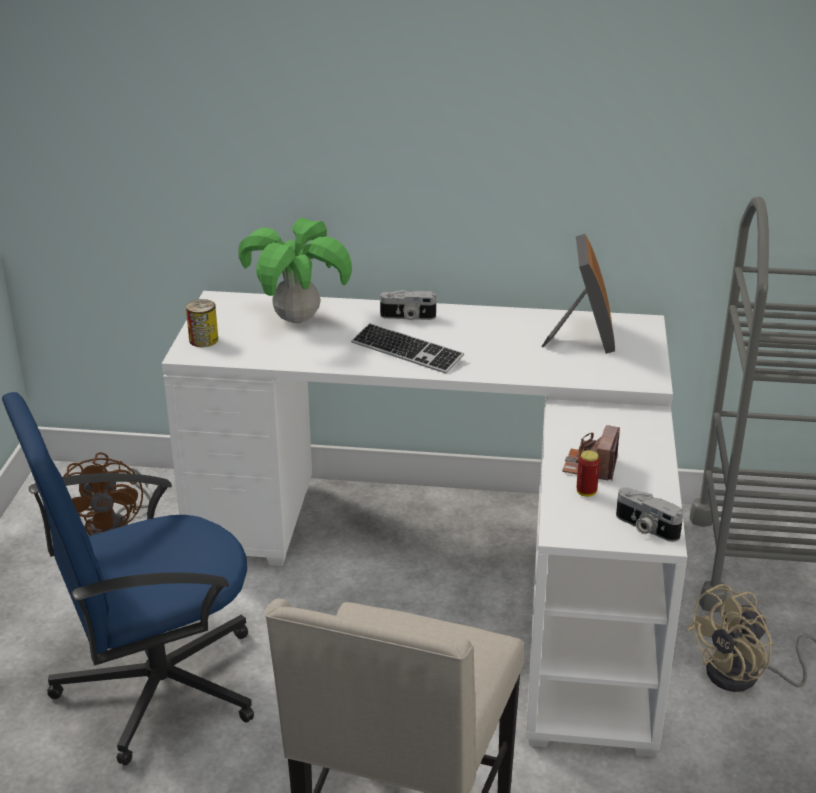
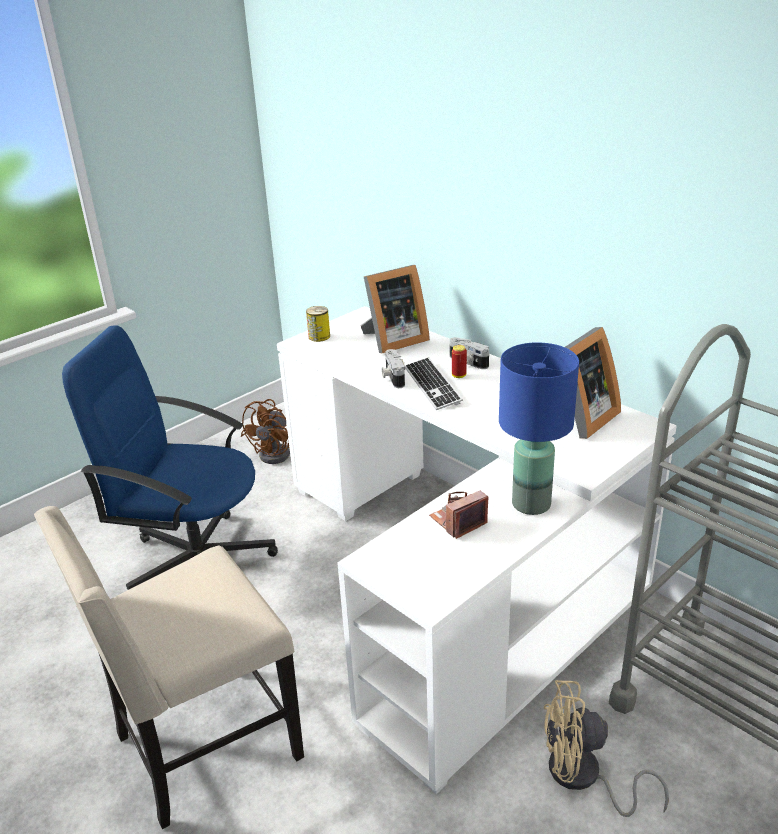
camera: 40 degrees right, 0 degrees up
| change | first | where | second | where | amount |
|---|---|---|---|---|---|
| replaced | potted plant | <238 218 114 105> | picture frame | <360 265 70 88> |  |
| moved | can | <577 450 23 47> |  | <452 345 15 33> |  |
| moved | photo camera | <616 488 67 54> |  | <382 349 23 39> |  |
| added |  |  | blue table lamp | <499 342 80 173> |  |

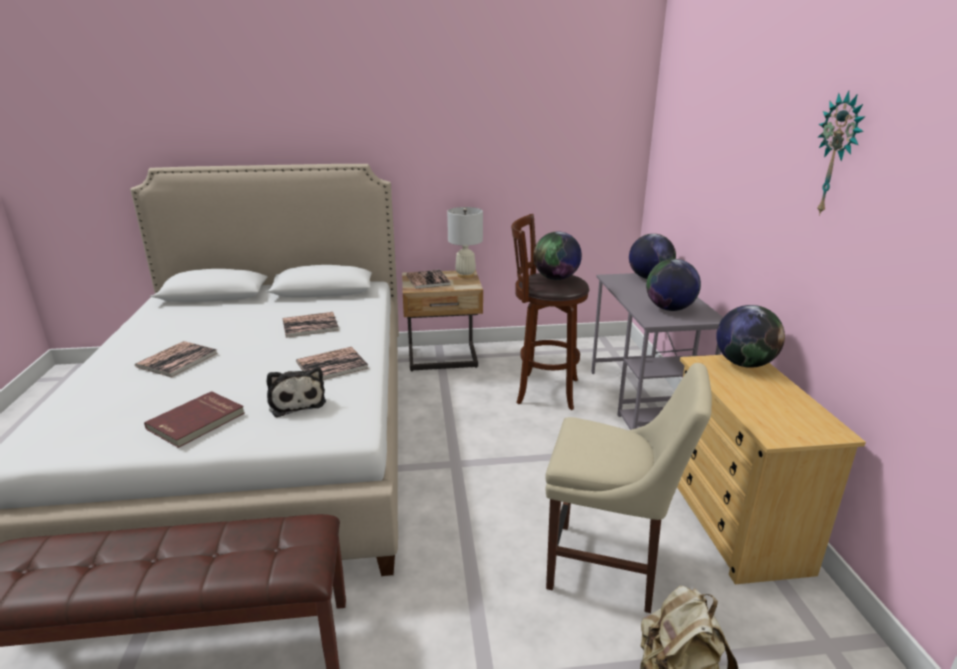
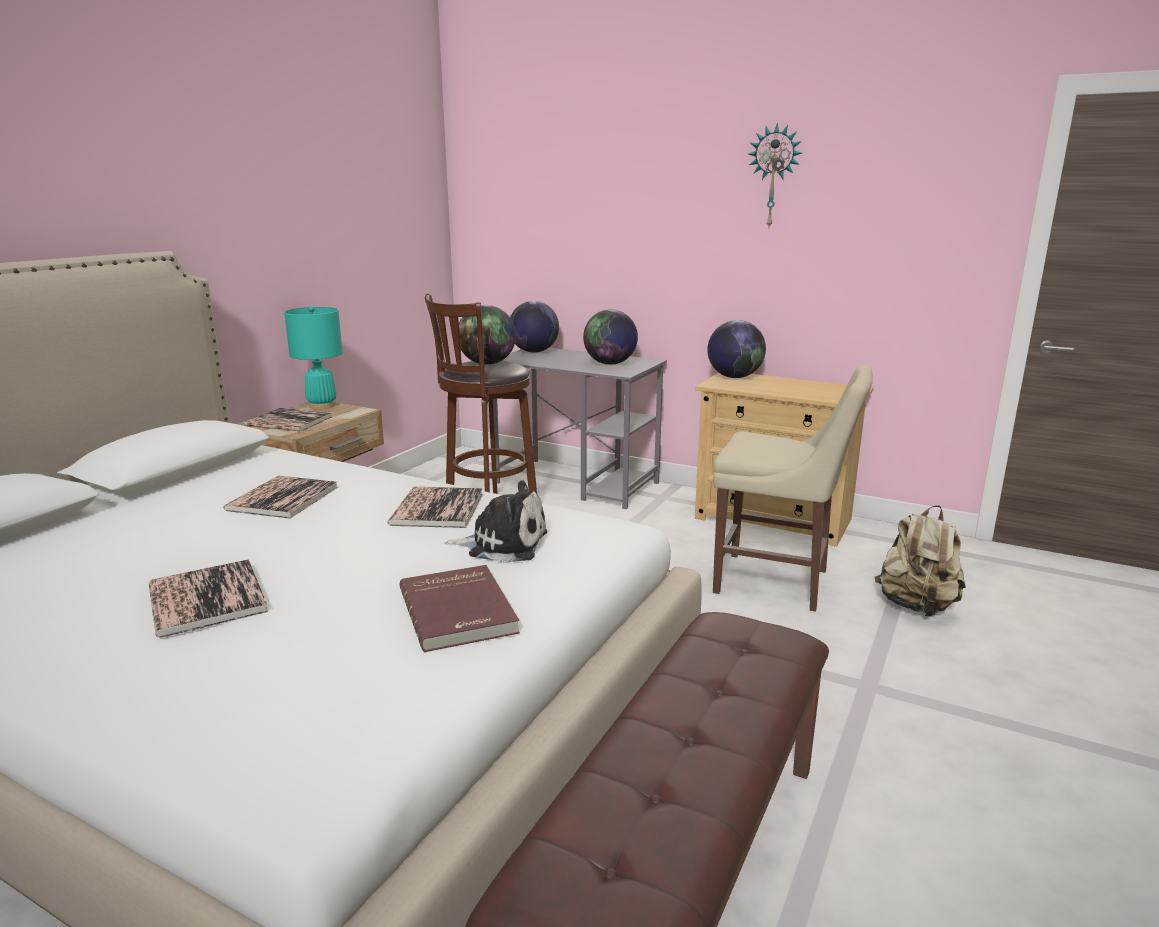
camera: 55 degrees left, 5 degrees down
| change | first | where | second | where | amount |
|---|---|---|---|---|---|
| recoloured | white table lamp | <447 207 36 71> | turquoise table lamp | <284 306 59 103> |  |
| turned | beige chair | <545 363 167 250> |  | <713 365 160 247> | 60 degrees clockwise |

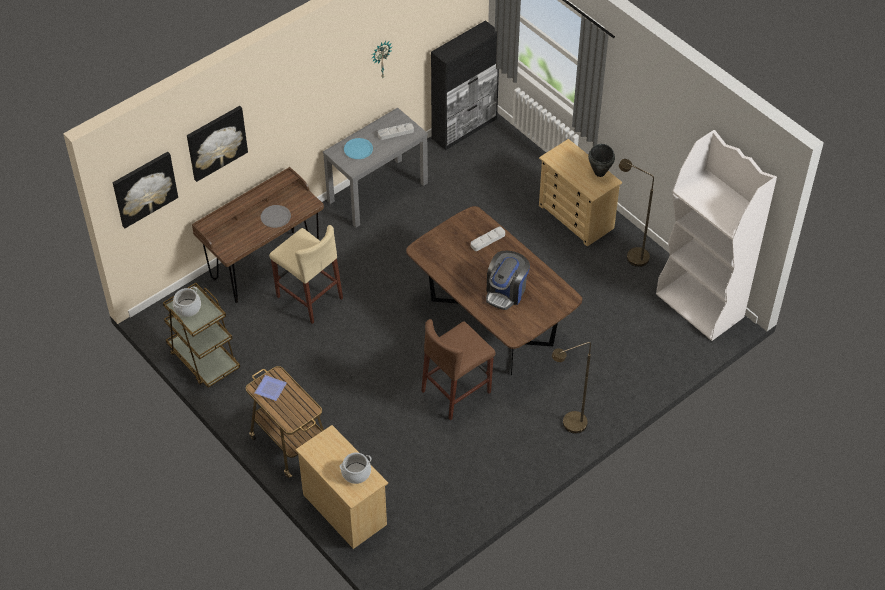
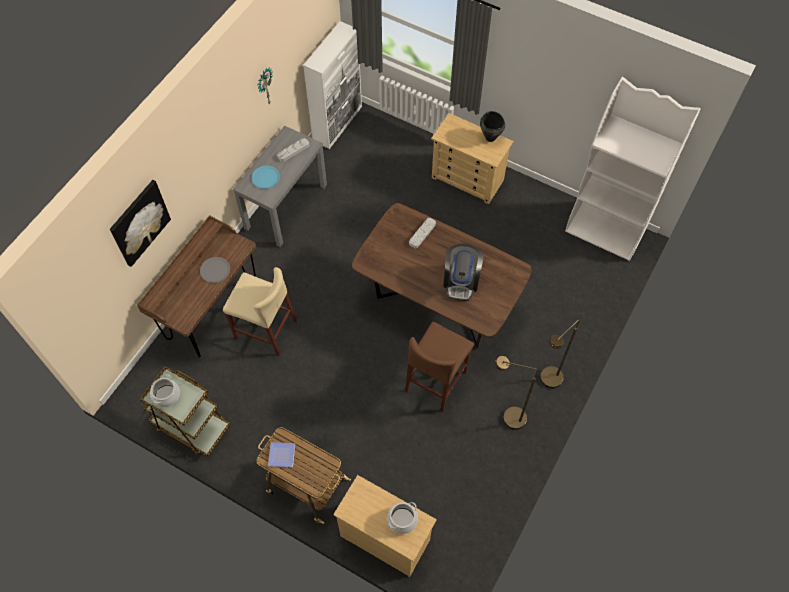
camera: 20 degrees left, 10 degrees up
| change | first | where | second | where | amount |
|---|---|---|---|---|---|
| recoloured | black cabinet | <431 20 68 130> | white cabinet | <303 21 59 128> |  |
| removed | picture | <113 152 65 76> |  |  |  |
| moved | brown floor lamp | <619 159 35 108> |  | <495 356 43 74> |  |

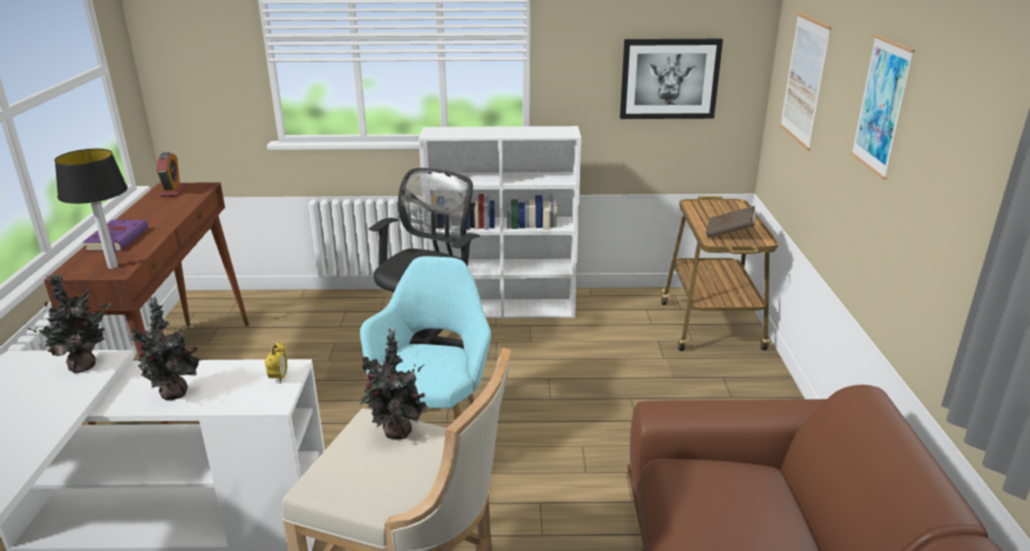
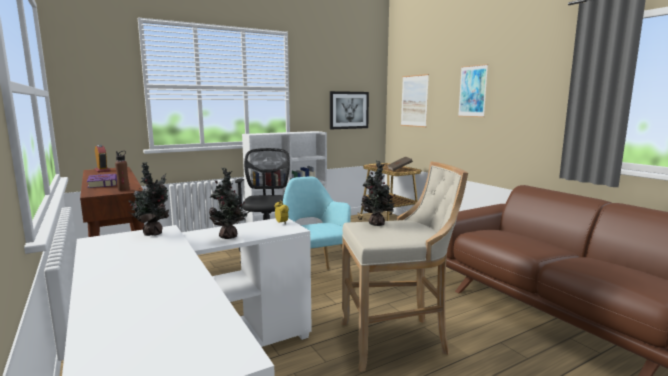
camera: 30 degrees left, 15 degrees down
| change | first | where | second | where | amount |
|---|---|---|---|---|---|
| replaced | table lamp | <55 149 73 120> | brown bottle | <115 151 15 40> |  |

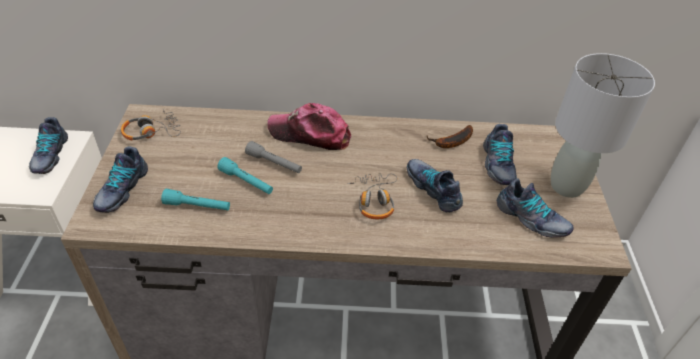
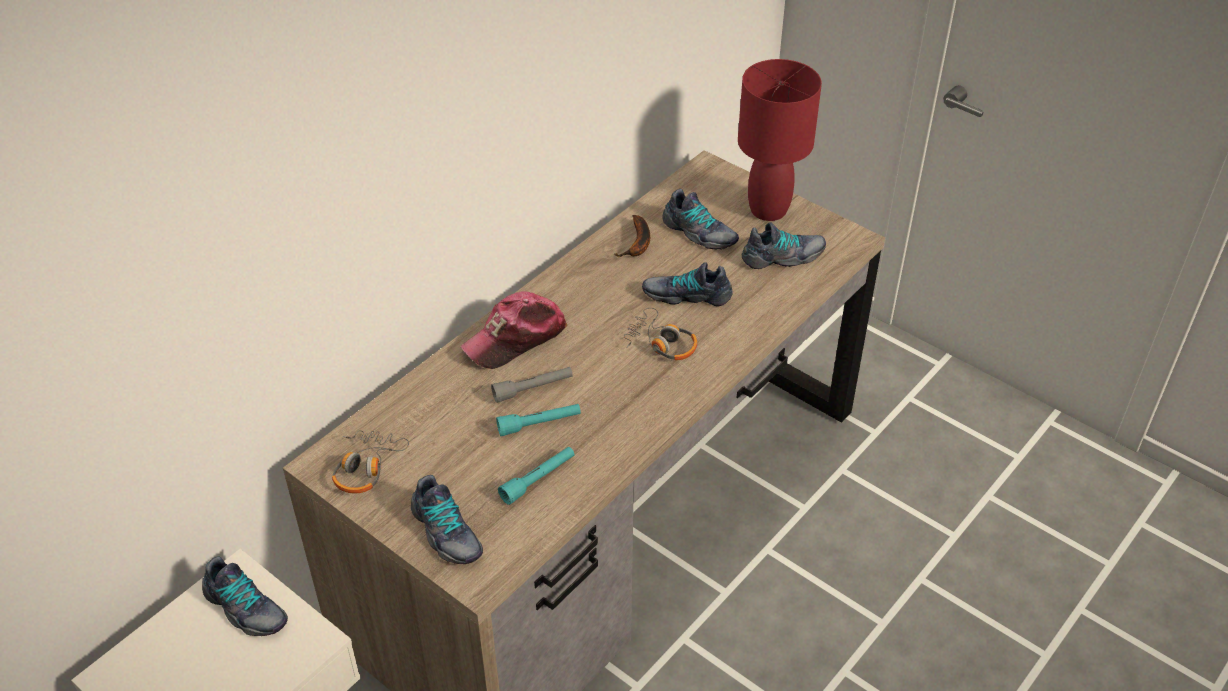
camera: 50 degrees left, 0 degrees up
| change | first | where | second | where | amount |
|---|---|---|---|---|---|
| recoloured | grey table lamp | <551 53 104 145> | red table lamp | <738 59 84 162> |  |

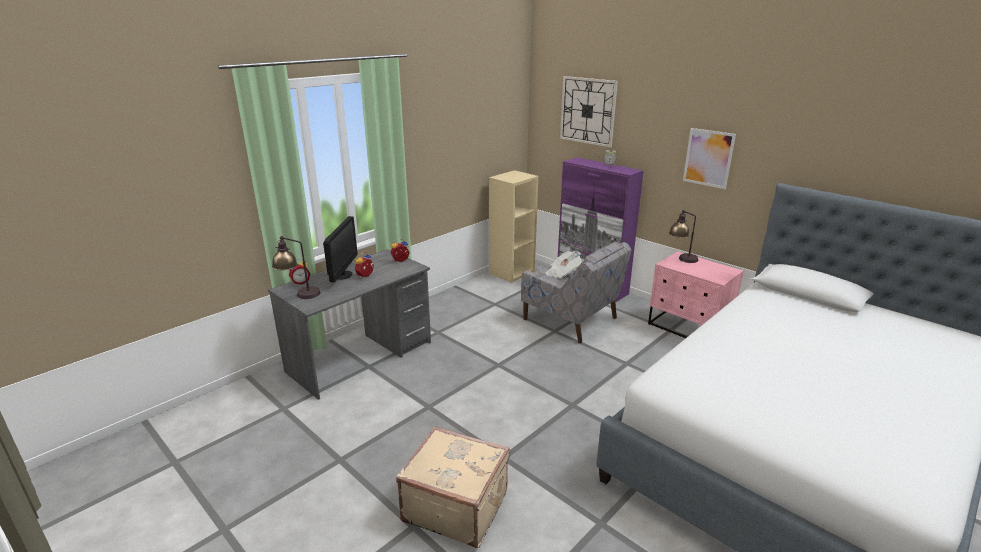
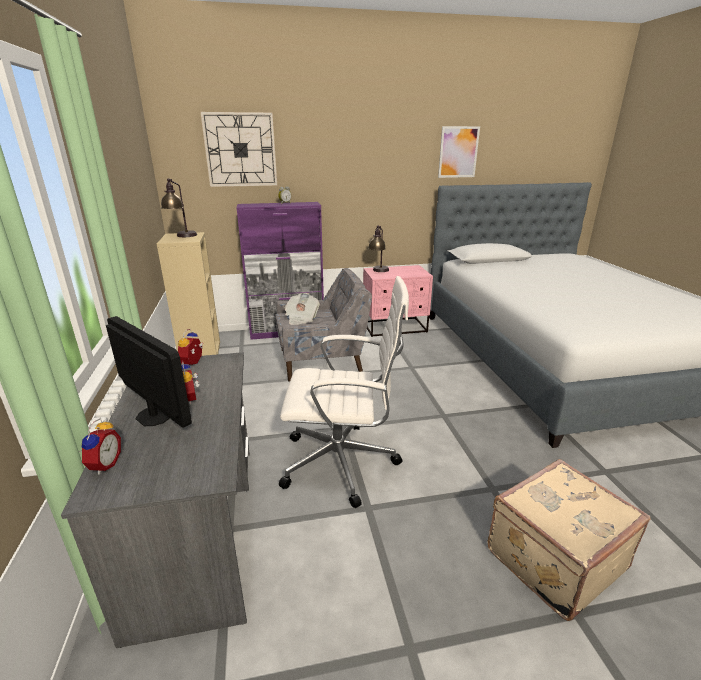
camera: 55 degrees left, 0 degrees up
| change | first | where | second | where | amount |
|---|---|---|---|---|---|
| moved | picture | <683 128 53 61> |  | <438 126 42 52> |  |
| moved | table lamp | <272 236 49 63> |  | <161 178 36 59> |  |
| added |  |  | white office chair | <279 276 130 232> |  |

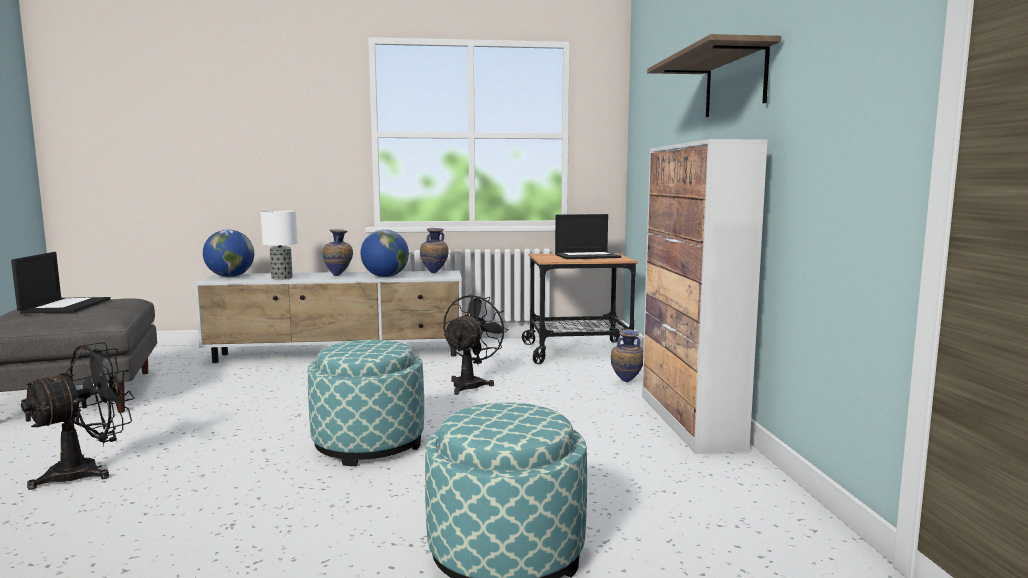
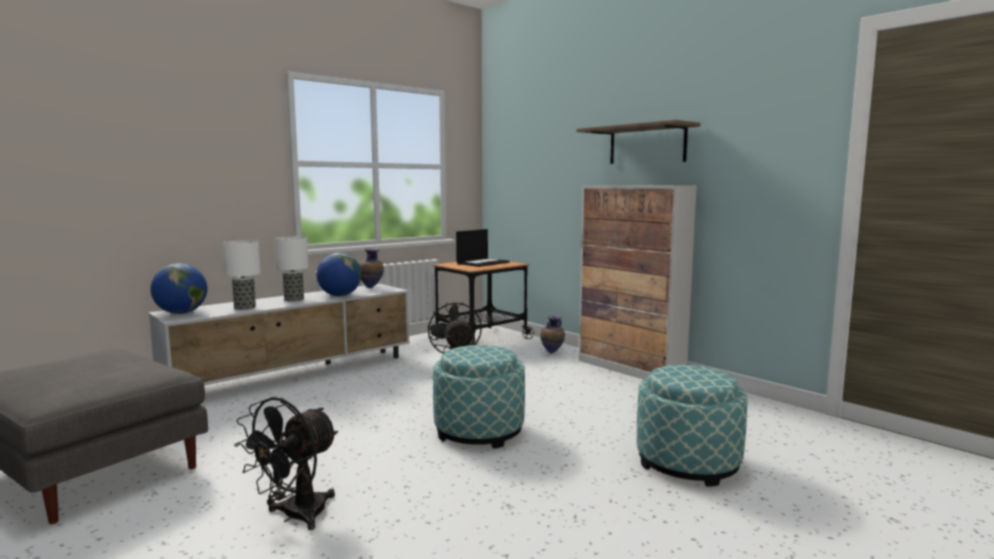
camera: 35 degrees left, 0 degrees up
| change | first | where | second | where | amount |
|---|---|---|---|---|---|
| replaced | vase | <323 229 30 47> | table lamp | <274 237 35 65> |  |
| removed | laptop | <11 252 100 61> |  |  |  |
| turned | black fan | <21 342 113 148> |  | <234 397 104 133> | 150 degrees counterclockwise |

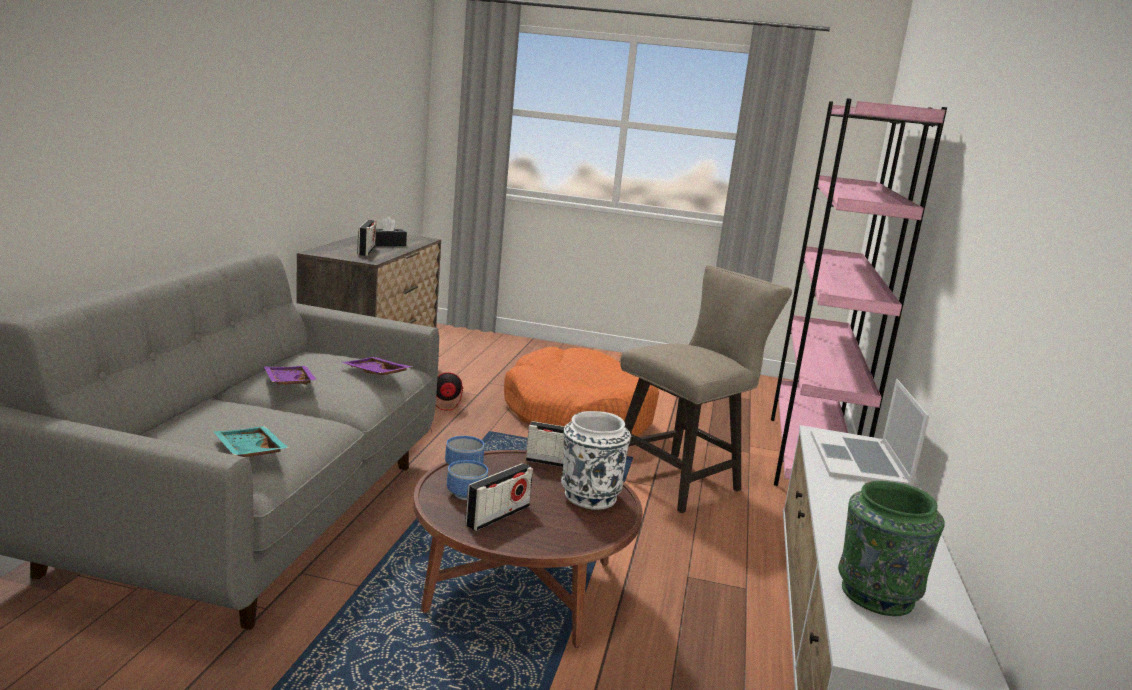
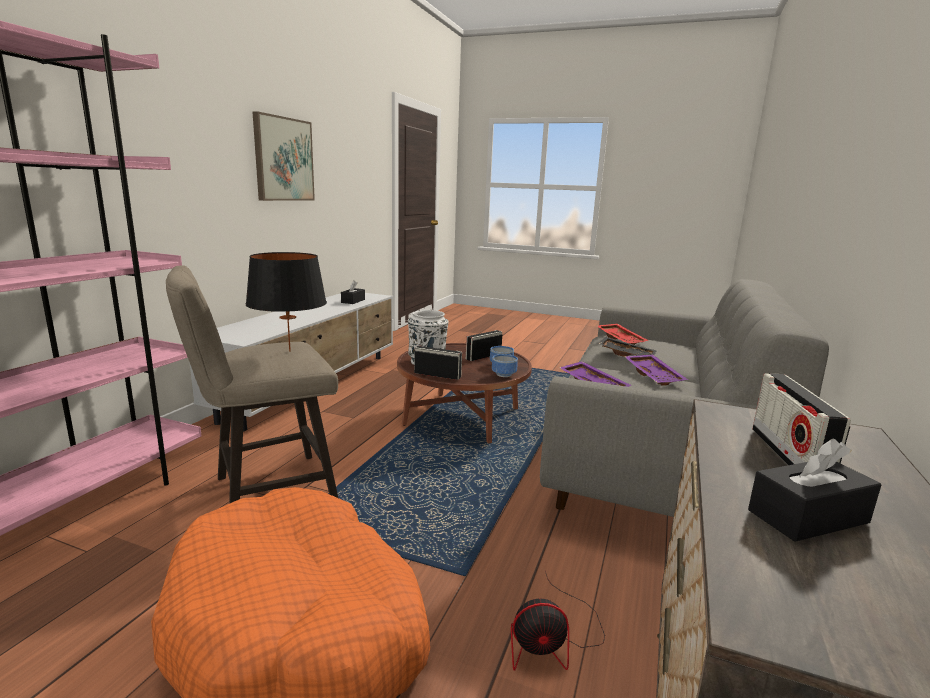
camera: 170 degrees left, 0 degrees up
| change | first | where | second | where | amount |
|---|---|---|---|---|---|
| removed | laptop | <811 379 118 107> |  |  |  |
| recoloured | turquoise tray | <213 426 76 31> | red tray | <597 323 52 22> |  |
| replaced | green vase | <838 481 107 135> | black tissue box | <341 280 24 24> |  |
| added |  |  | picture | <252 111 63 90> |  |
| added |  |  | black table lamp | <245 252 82 100> |  |
| added |  |  | black tray | <599 337 58 20> |  |

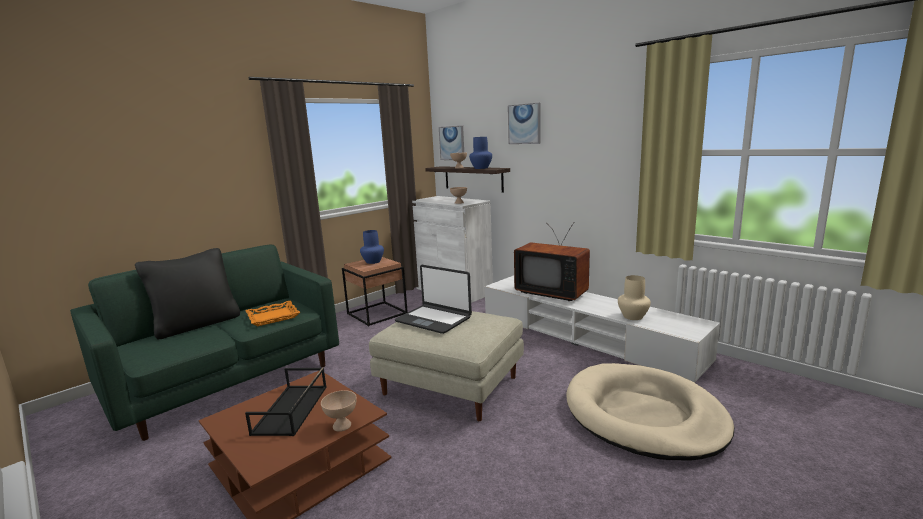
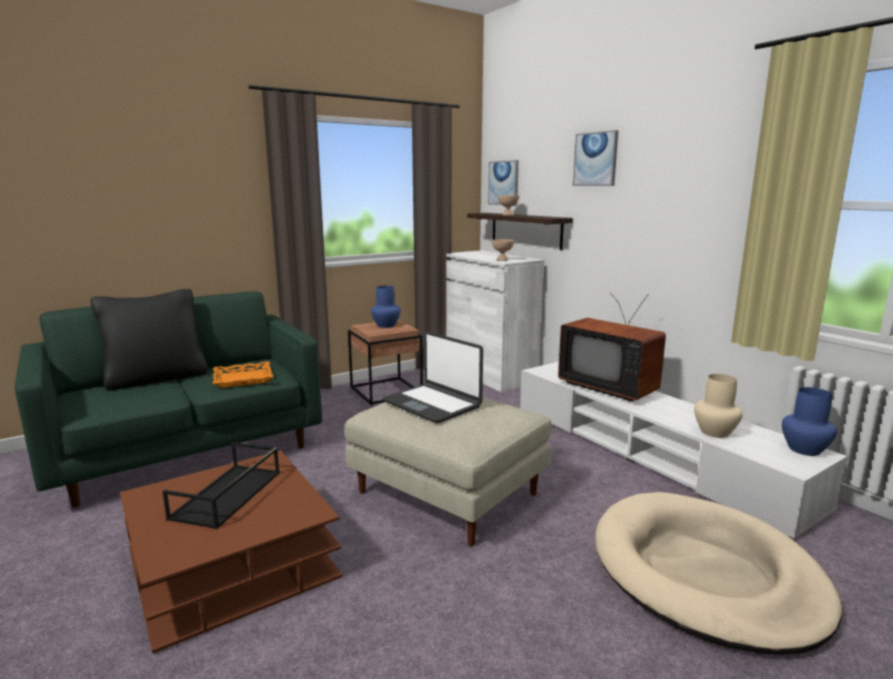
camera: 10 degrees right, 0 degrees up
| change | first | where | second | where | amount |
|---|---|---|---|---|---|
| moved | blue vase | <469 137 23 32> |  | <782 387 55 69> |  |
| removed | beige bowl | <321 390 36 42> |  |  |  |

